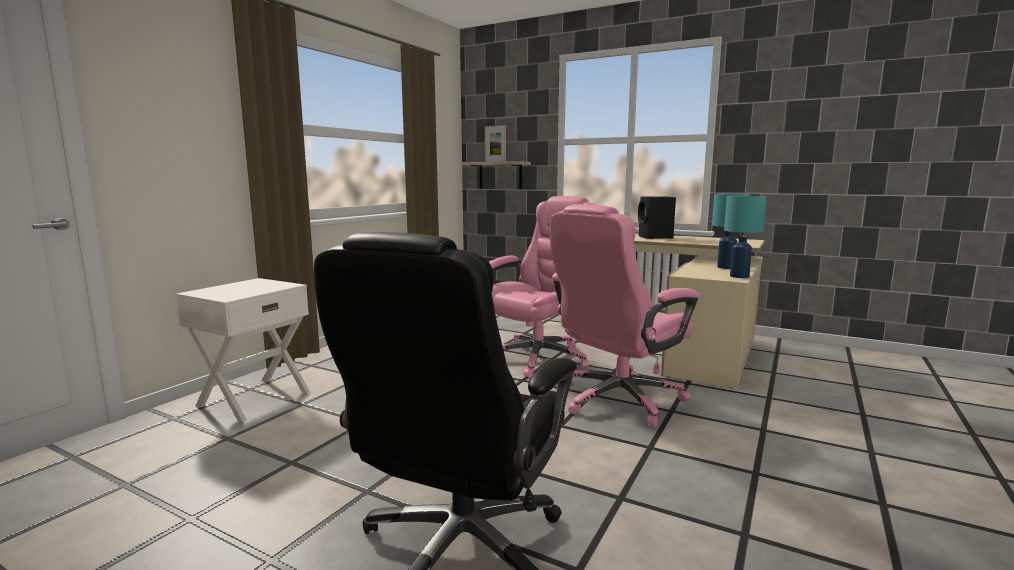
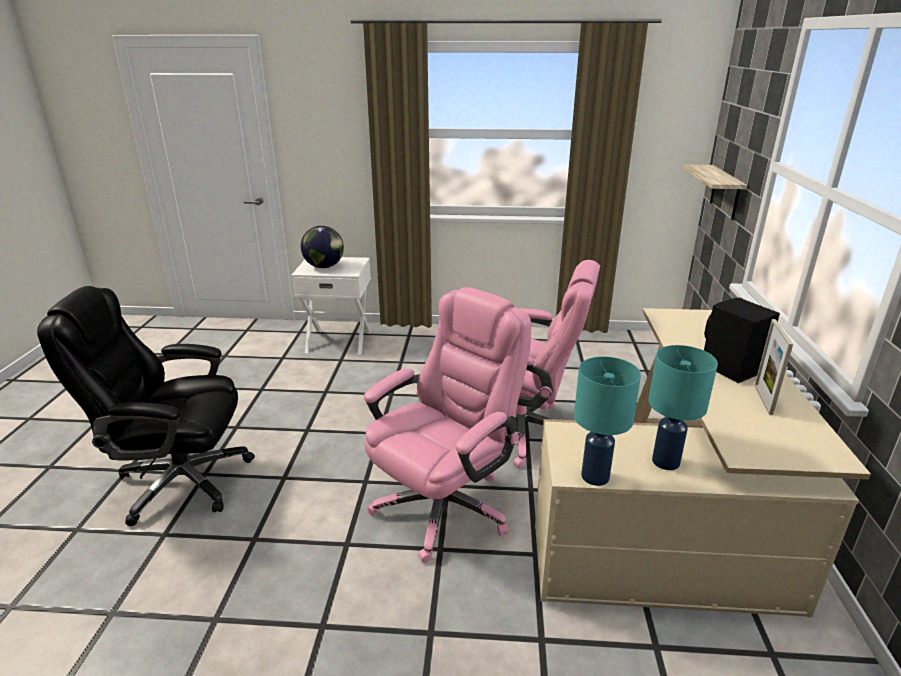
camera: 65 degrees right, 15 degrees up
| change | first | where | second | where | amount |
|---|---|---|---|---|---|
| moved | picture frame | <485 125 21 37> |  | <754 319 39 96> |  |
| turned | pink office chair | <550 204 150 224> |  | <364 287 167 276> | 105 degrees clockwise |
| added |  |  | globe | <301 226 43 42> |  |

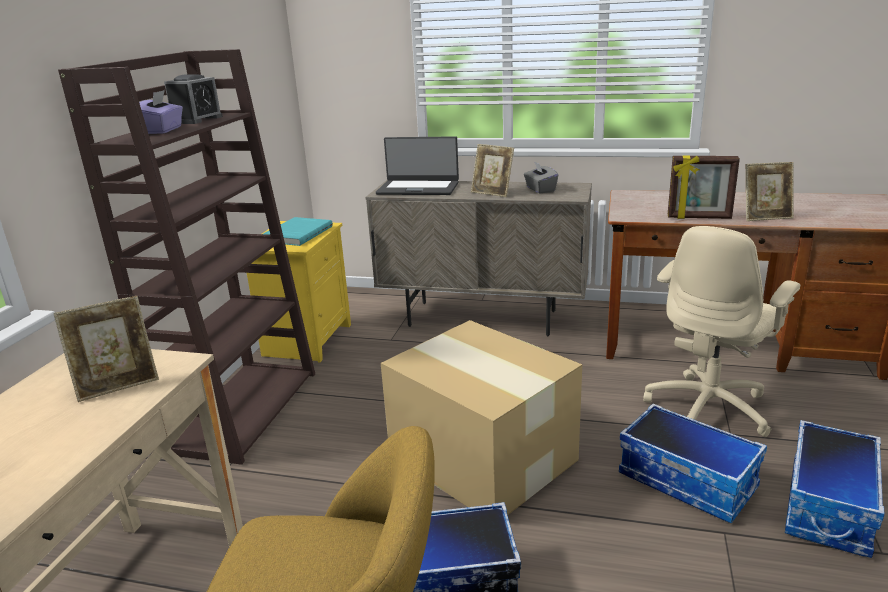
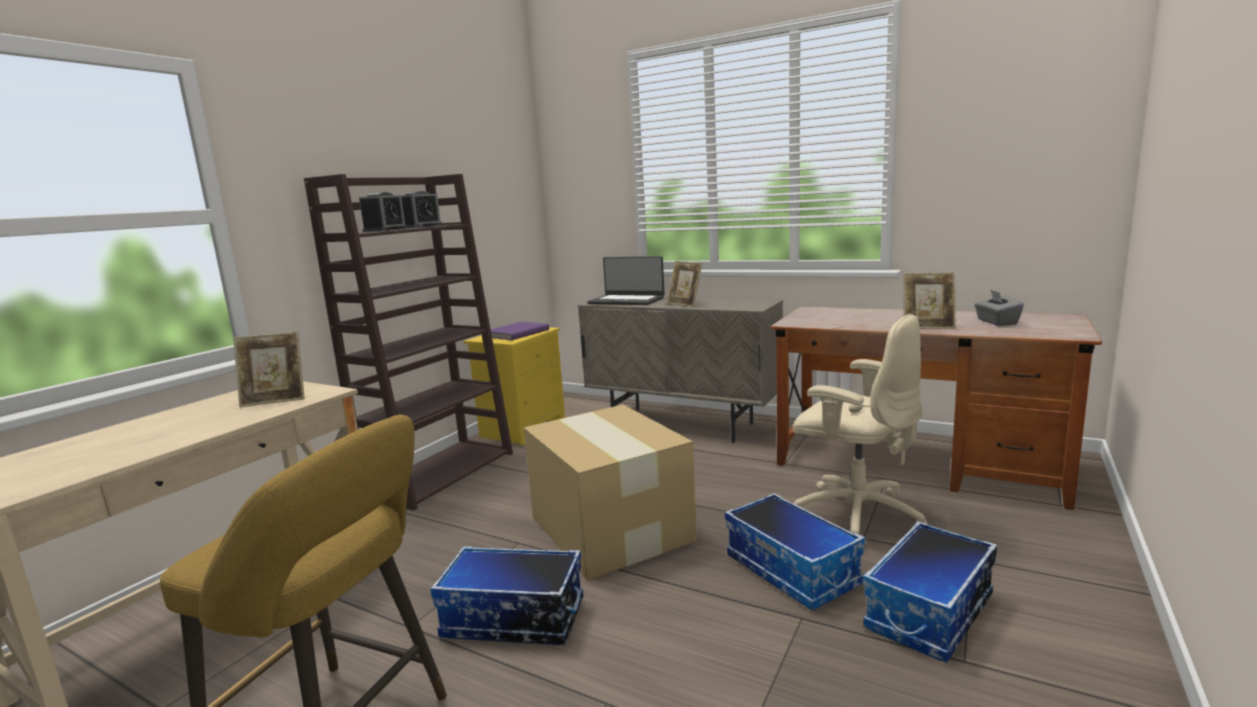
camera: 15 degrees right, 10 degrees down
| change | first | where | second | where | amount |
|---|---|---|---|---|---|
| replaced | purple tissue box | <139 90 44 44> | alarm clock | <359 192 48 40> |  |
| removed | picture frame | <668 156 72 63> |  |  |  |
| moved | grey tissue box | <524 162 34 32> |  | <975 290 49 36> |  |
| recoloured | turquoise book | <263 217 70 29> | purple book | <491 321 58 19> |  |
| turned | beige office chair | <643 226 157 211> |  | <793 314 135 230> | 105 degrees counterclockwise |

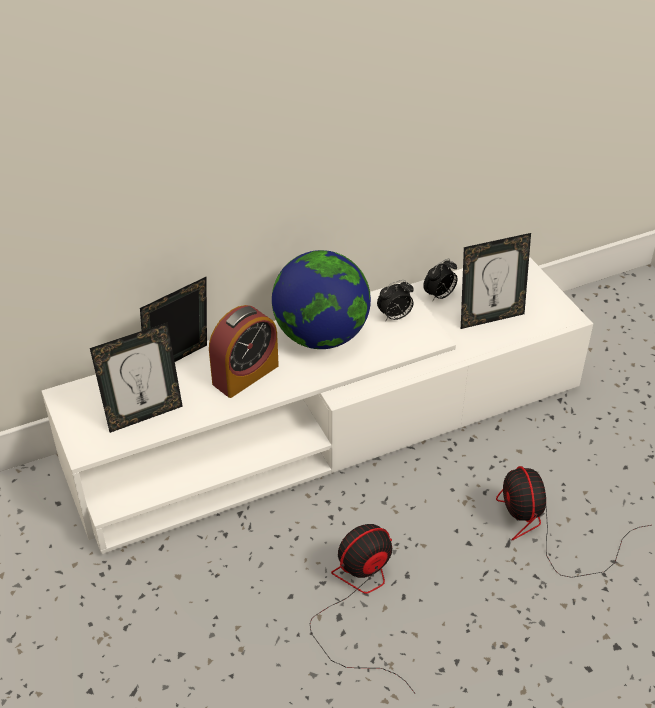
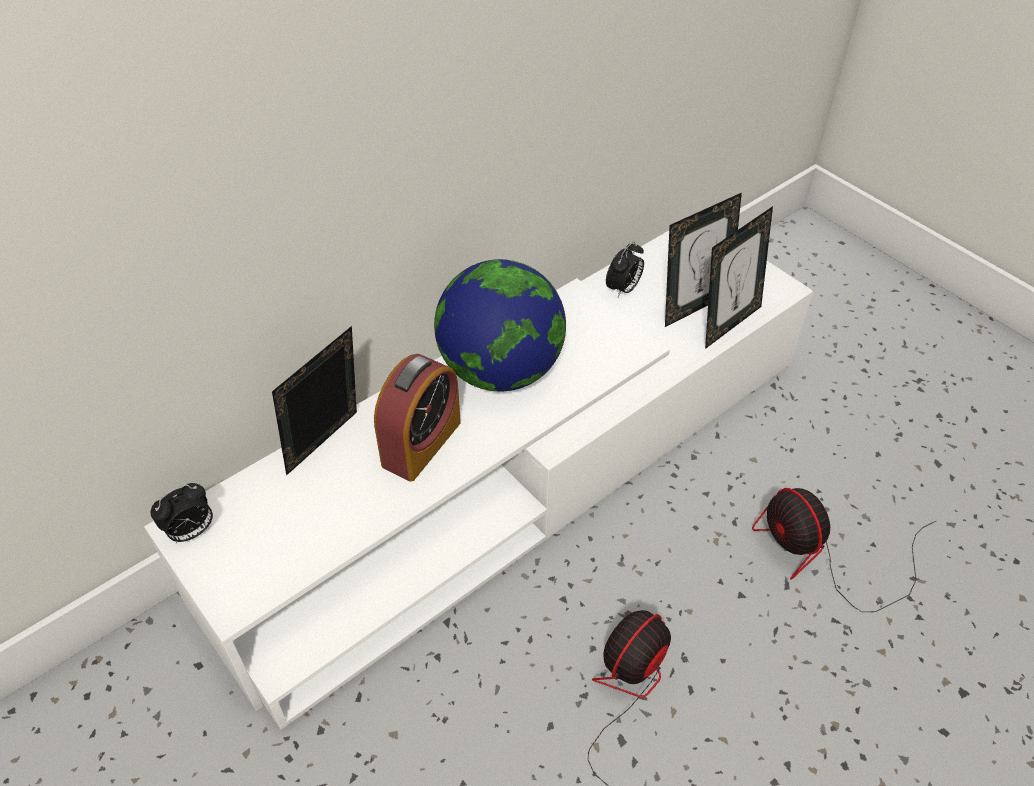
camera: 15 degrees left, 5 degrees up
| change | first | where | second | where | amount |
|---|---|---|---|---|---|
| moved | alarm clock | <377 280 37 41> |  | <151 483 62 60> |  |
| moved | picture frame | <90 322 93 111> |  | <705 206 68 143> |  |

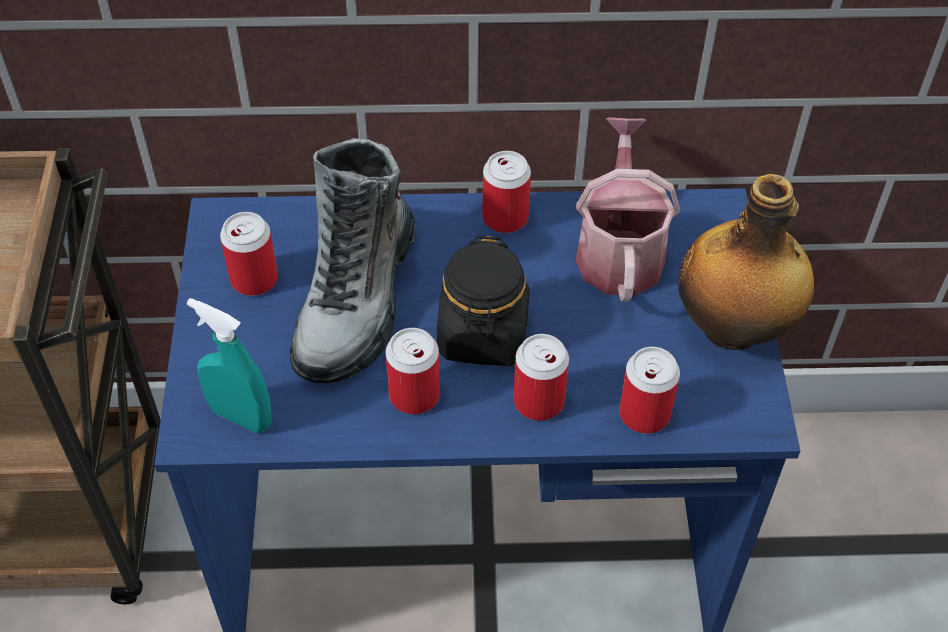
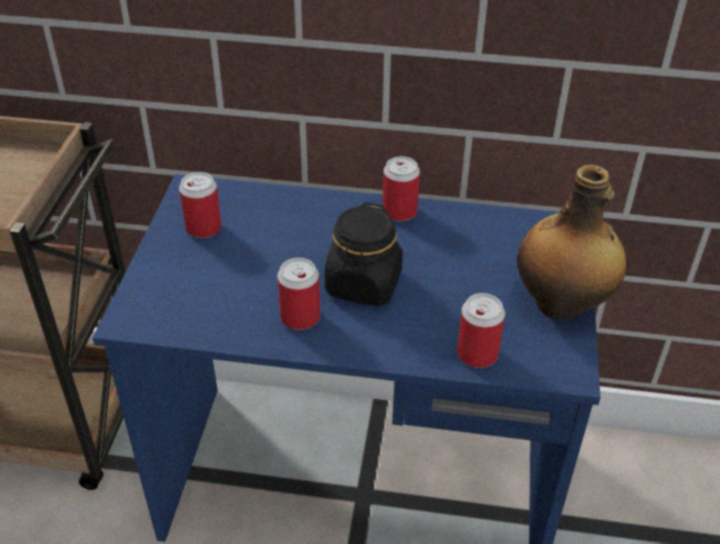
camera: 10 degrees right, 10 degrees down
| change | first | where | second | where | amount |
|---|---|---|---|---|---|
| removed | watering can | <576 117 104 185> |  |  |  |
| removed | boot | <290 138 125 245> |  |  |  |
| removed | turquoise spray bottle | <187 298 84 135> |  |  |  |
| removed | can | <513 334 56 87> |  |  |  |

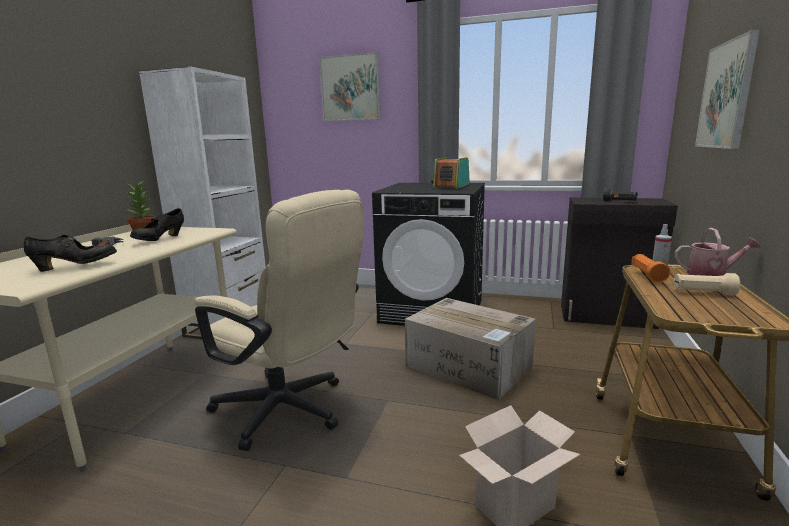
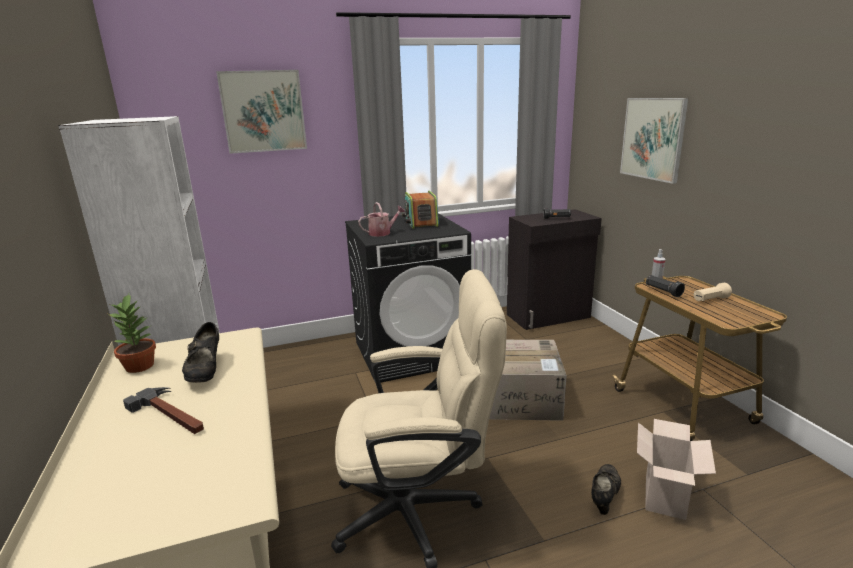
camera: 35 degrees left, 5 degrees up
| change | first | where | second | where | amount |
|---|---|---|---|---|---|
| moved | watering can | <674 228 87 48> |  | <358 202 47 35> |  |
| moved | black shoe | <24 235 93 37> |  | <591 464 30 51> |  |
| recoloured | orange flashlight | <631 254 39 29> | black flashlight | <646 275 39 22> |  |

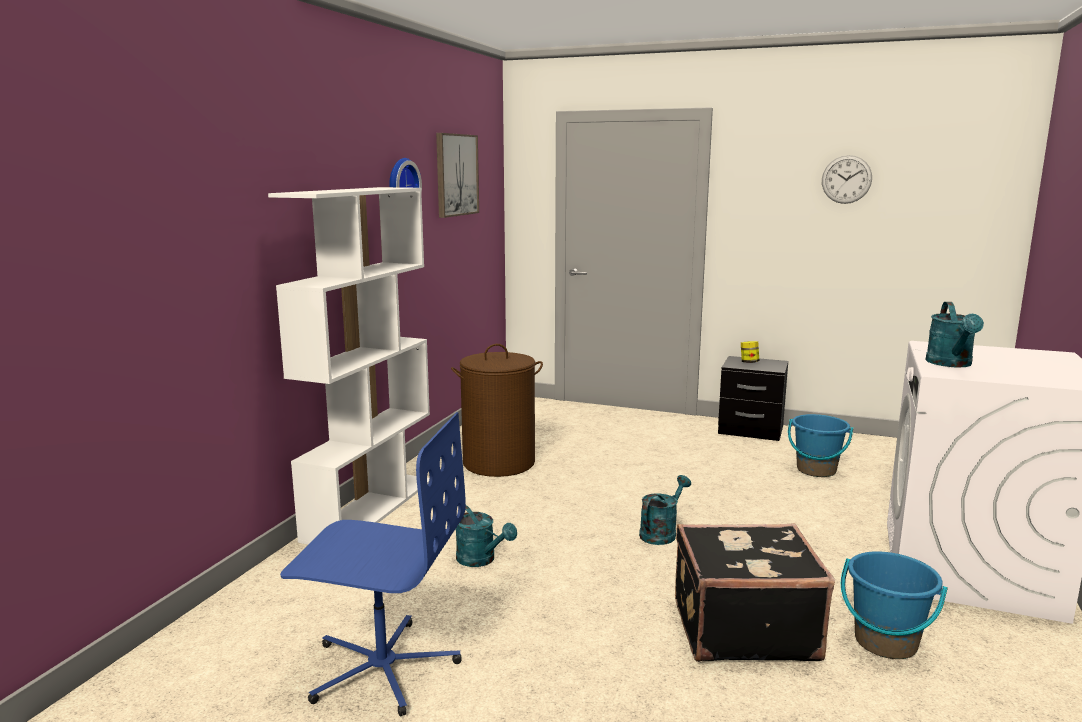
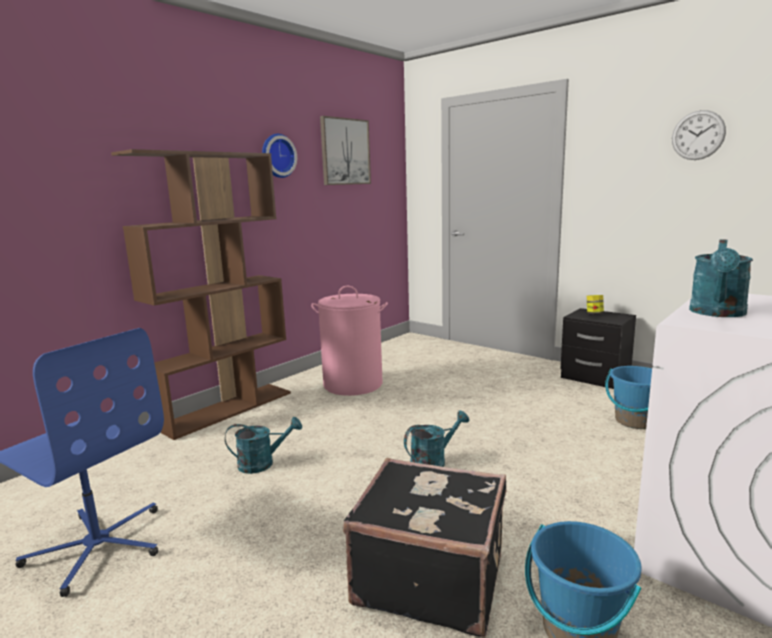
camera: 20 degrees right, 0 degrees up
| change | first | where | second | where | amount |
|---|---|---|---|---|---|
| recoloured | white bookcase | <268 187 162 358> | brown bookcase | <111 149 180 291> |  |
| recoloured | brown laundry basket | <451 344 92 133> | pink laundry basket | <311 285 77 111> |  |
| turned | turquoise watering can | <455 505 62 62> |  | <225 417 77 57> | 75 degrees counterclockwise |

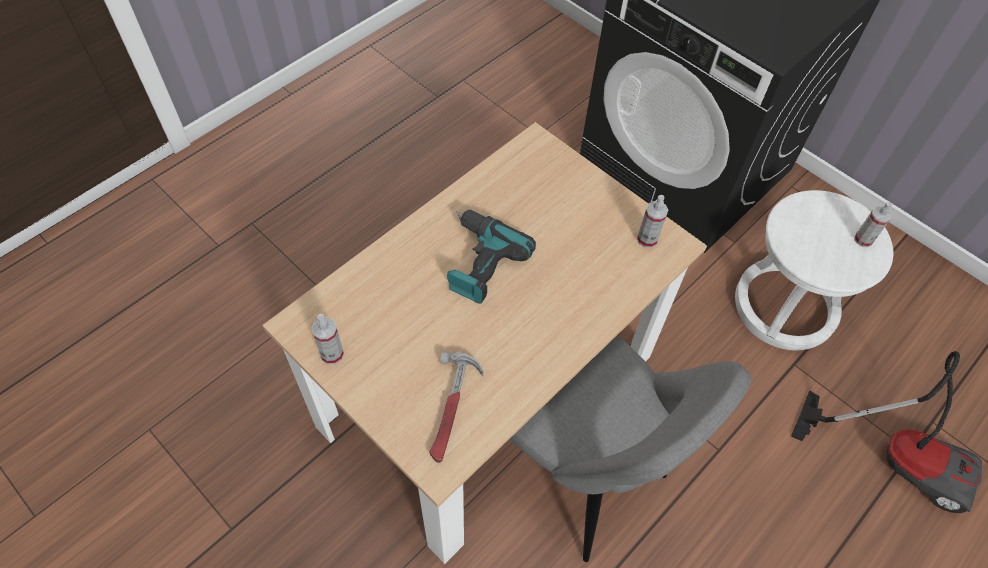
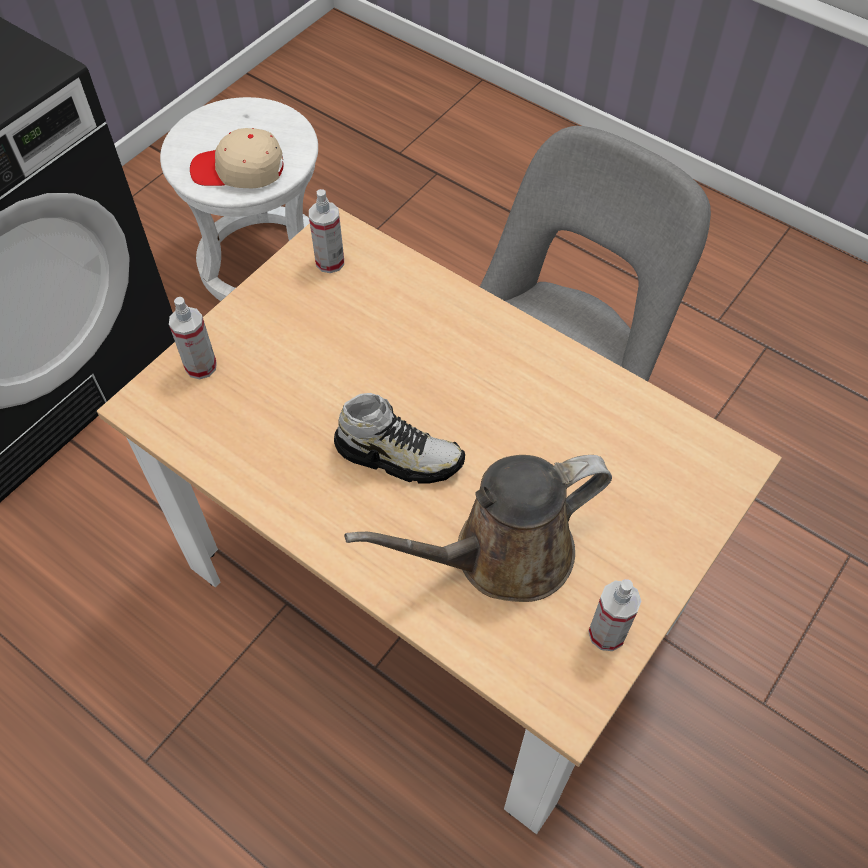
camera: 95 degrees left, 0 degrees up
| change | first | where | second | where | amount |
|---|---|---|---|---|---|
| moved | spray bottle | <854 202 38 45> |  | <169 297 48 82> |  |
| replaced | power drill | <447 210 89 94> | shoe | <334 393 131 91> |  |
| removed | hammer | <429 351 55 112> |  |  |  |
| removed | vacuum cleaner | <791 351 191 162> |  |  |  |
| added |  |  | beige cap | <190 128 94 60> |  |
| added |  |  | brown watering can | <344 455 268 147> |  |

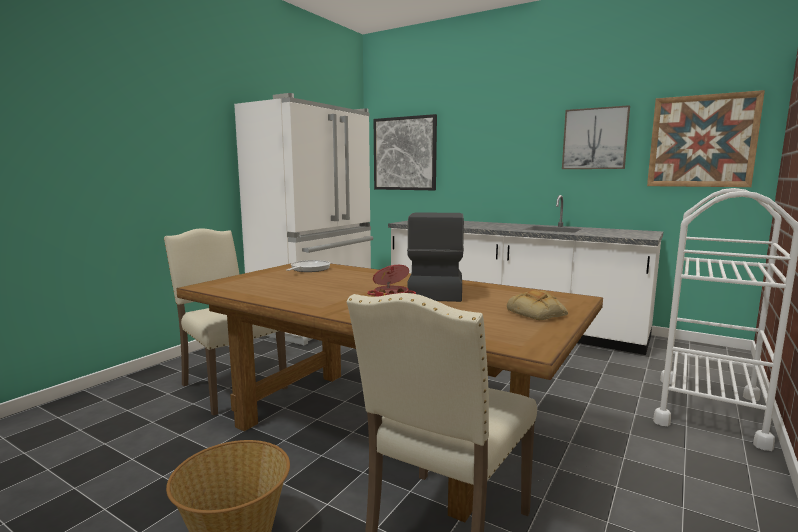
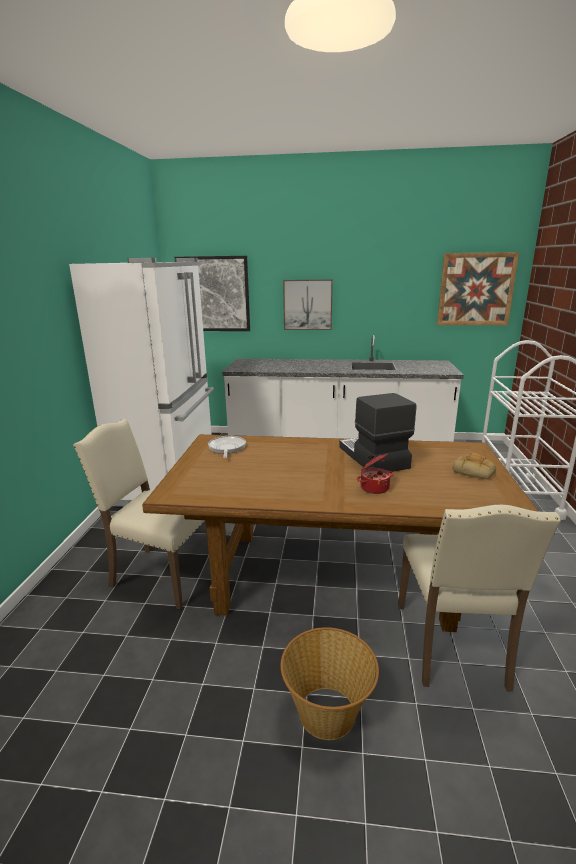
camera: 25 degrees left, 10 degrees up
| change | first | where | second | where | amount |
|---|---|---|---|---|---|
| moved | picture | <562 105 68 64> |  | <283 279 50 51> |  |

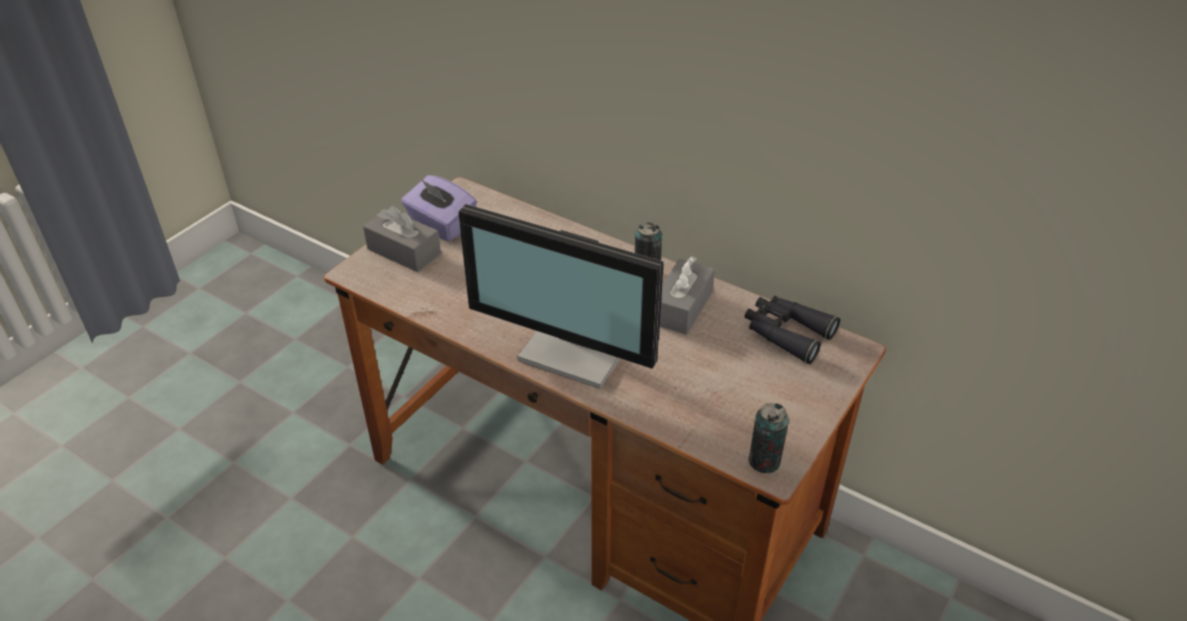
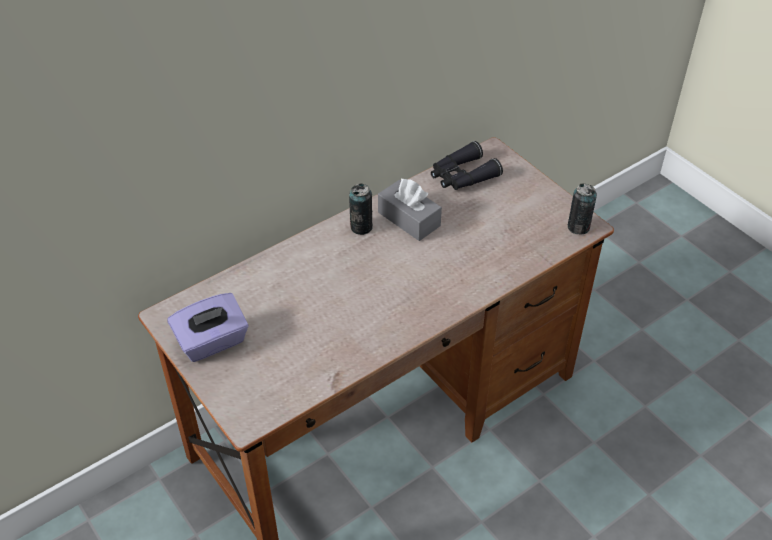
camera: 70 degrees left, 5 degrees up
| change | first | where | second | where | amount |
|---|---|---|---|---|---|
| removed | monitor | <458 204 206 185> |  |  |  |
| removed | grey tissue box | <363 206 78 66> |  |  |  |

